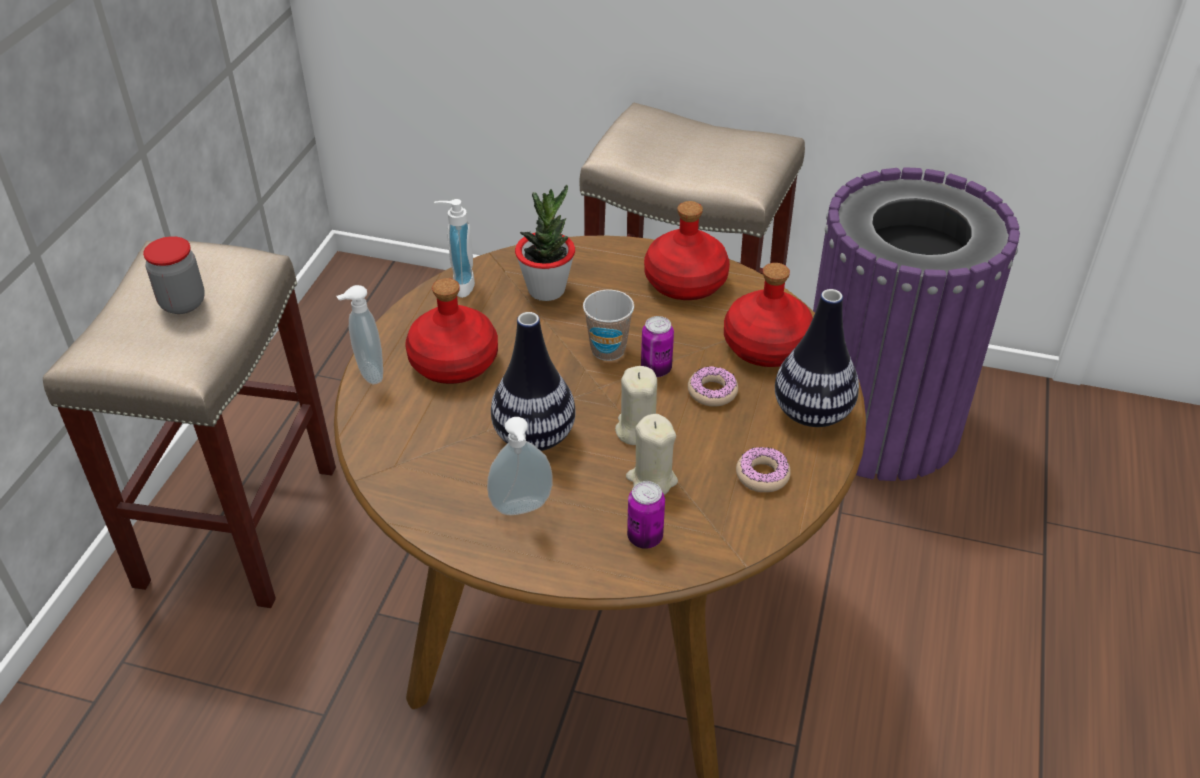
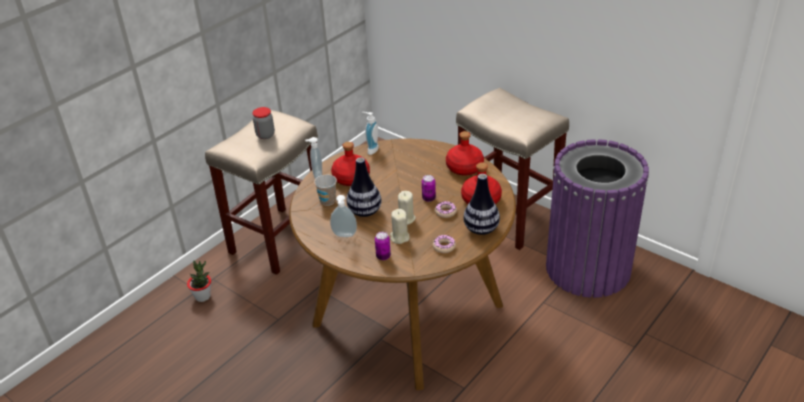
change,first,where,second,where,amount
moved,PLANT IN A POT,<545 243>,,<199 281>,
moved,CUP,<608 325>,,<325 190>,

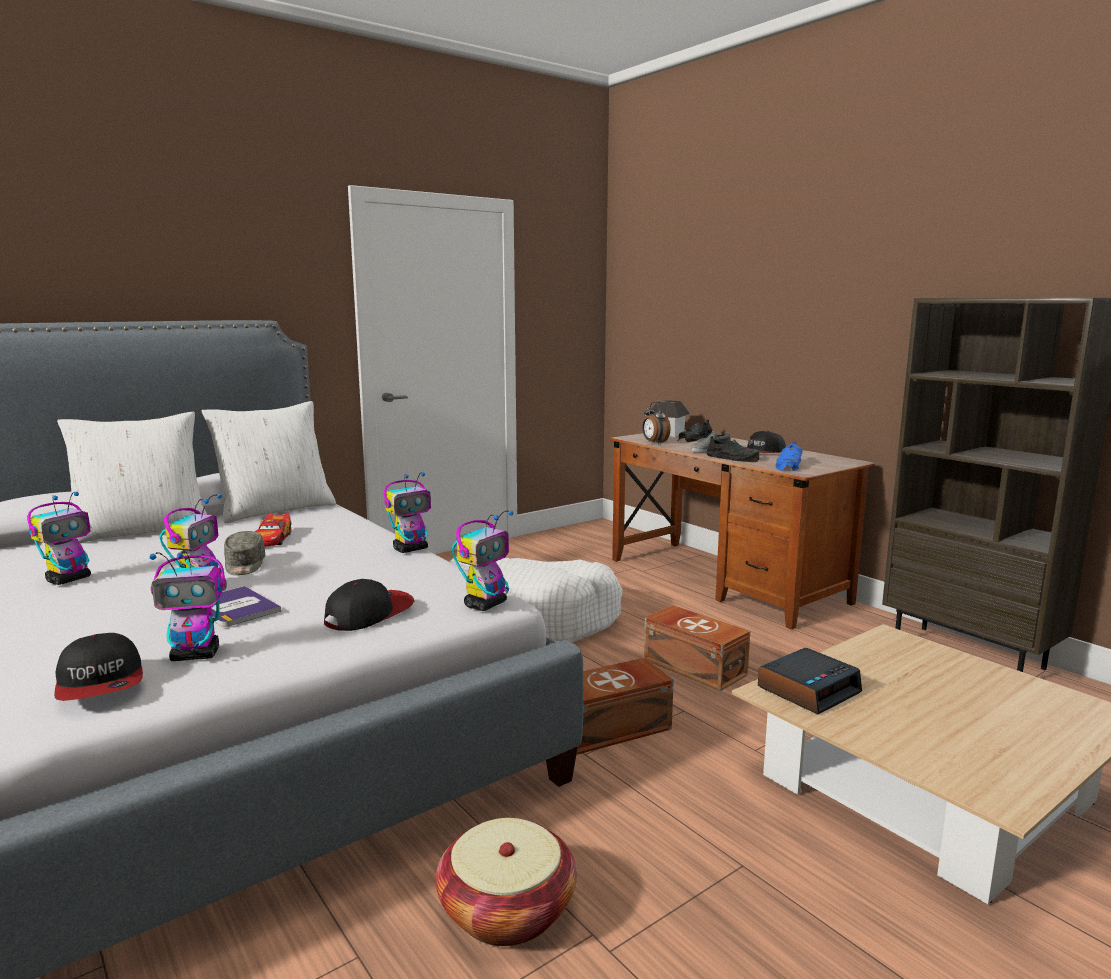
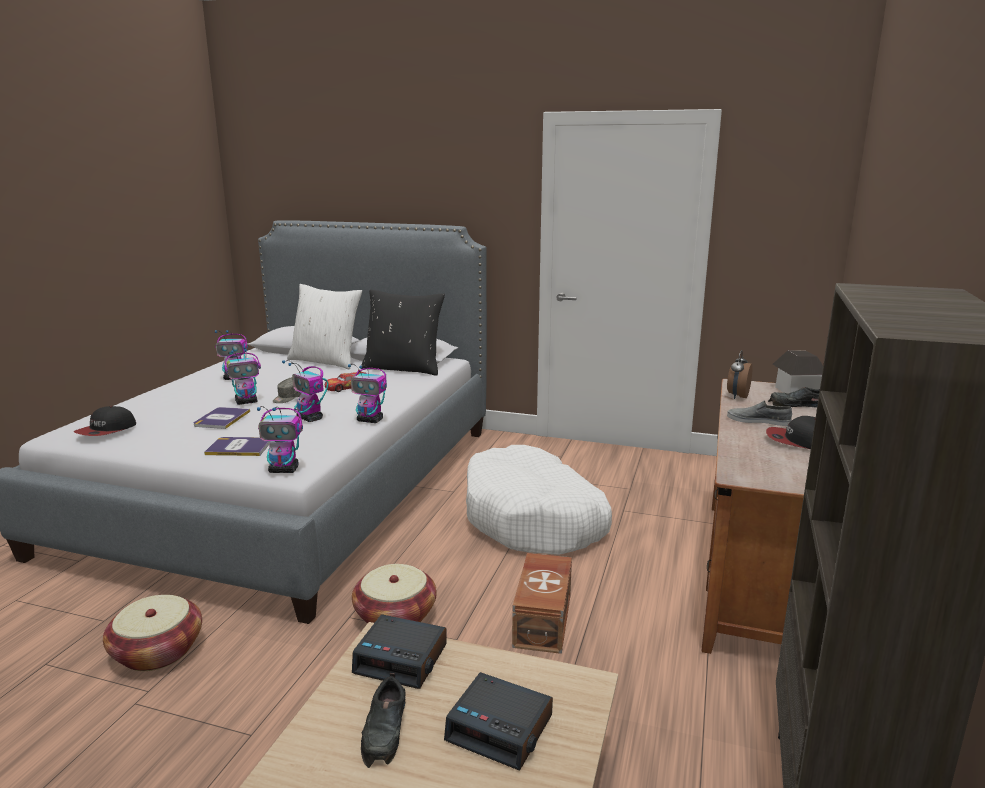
change,first,where,second,where,amount
moved,MODEL ROBOT,<188 606>,,<305 391>,
recoloured,WHITISH CUSHION,<269 462>,BLACK-COLOURED CUSHION,<403 333>,
replaced,PEAKED CAP,<369 605>,BOUND BOOK,<237 446>,
replaced,BROWNISH STORAGE BOX,<625 706>,STORAGE BASKET,<394 594>,
moved,BLACK-COLOURED ITEM OF FOOTWEAR,<732 449>,,<383 720>,
removed,BLUISH ITEM OF FOOTWEAR,<789 456>,,,
added,,,BEDSIDE CLOCK,<498 721>,

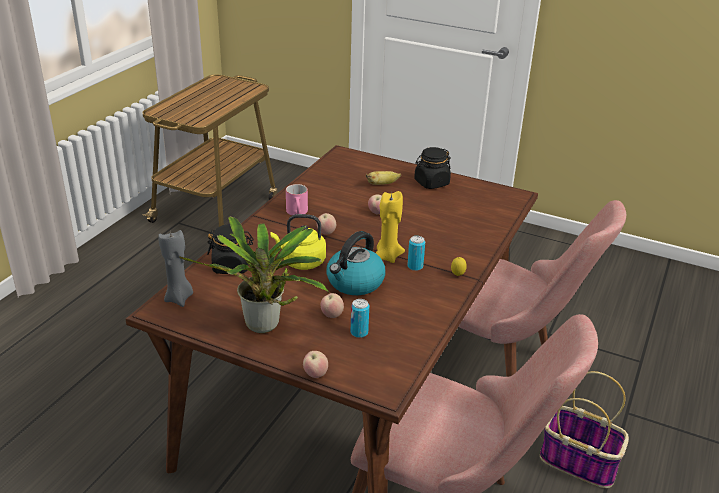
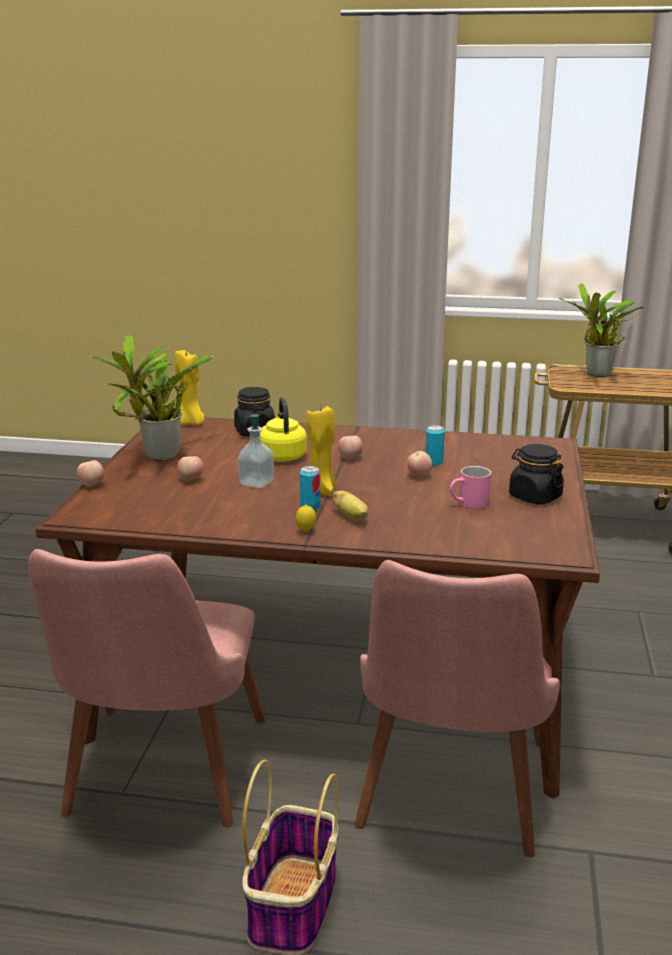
change,first,where,second,where,amount
recoloured,GRAY WAX LIGHT,<175 268>,YELLOW WAX LIGHT,<189 387>,
moved,PINKISH COFFEE MUG,<297 199>,,<471 487>,
replaced,KETTLE,<356 263>,LIQUID SOAP BOTTLE,<256 451>,
moved,SEALED CAN,<360 318>,,<435 445>,
moved,WHOLE BANANA,<383 178>,,<349 504>,
added,,,PLANT IN A POT,<601 330>,

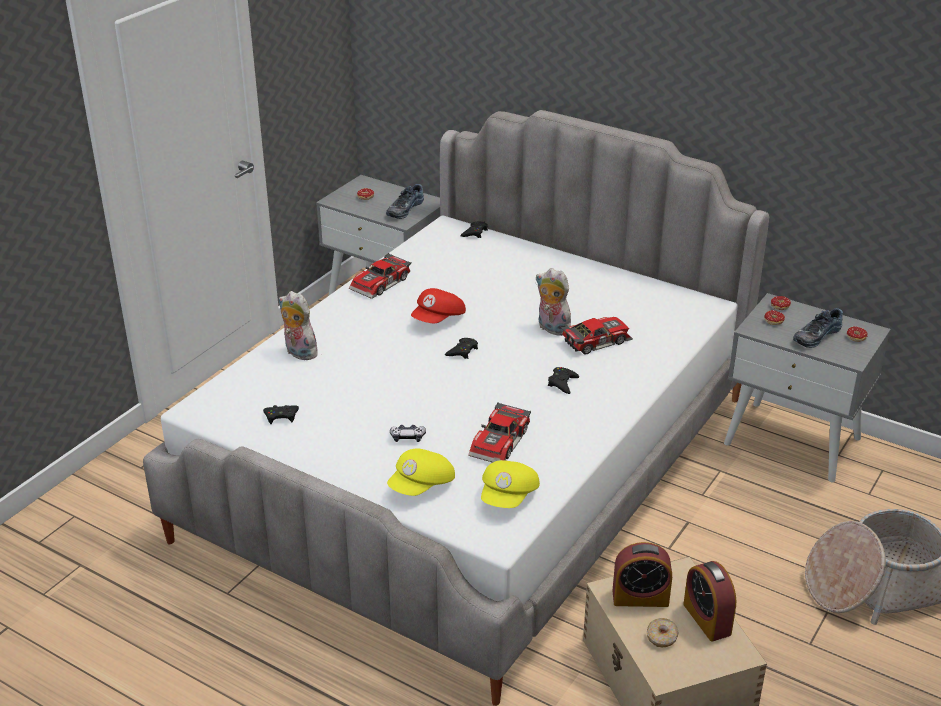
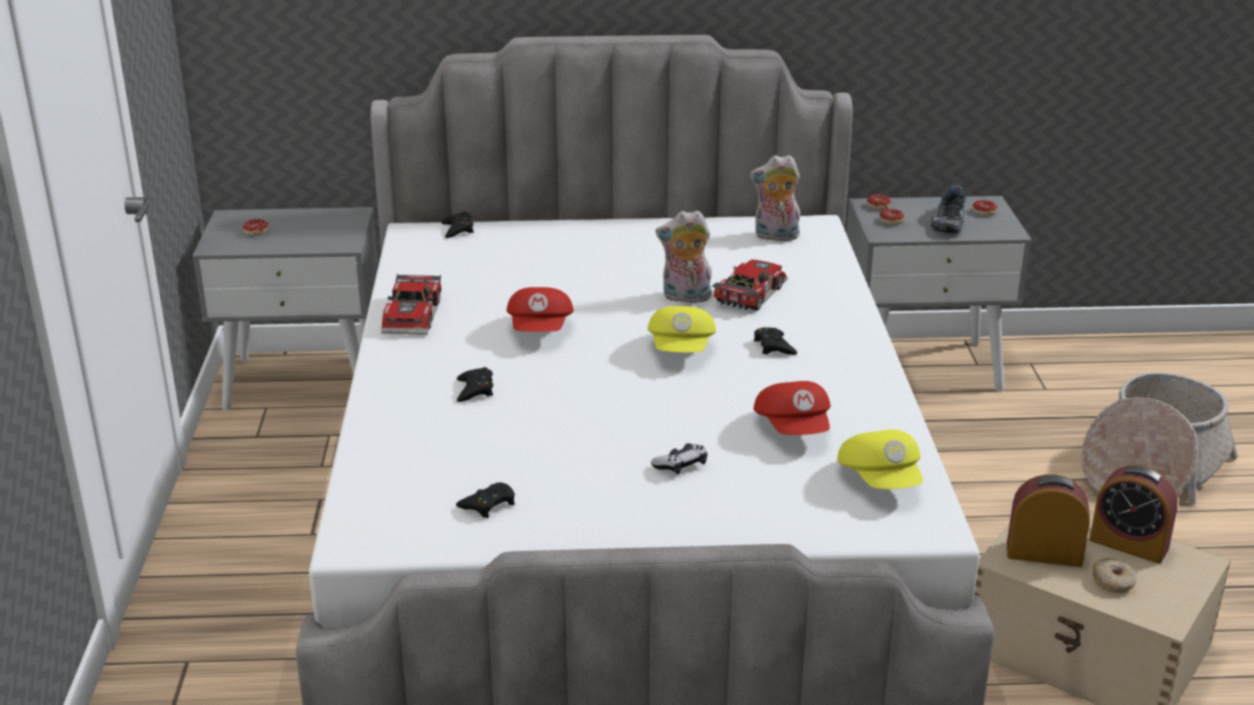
change,first,where,second,where,amount
moved,PLUSH TOY,<299 325>,,<775 198>,
removed,ITEM OF FOOTWEAR,<405 201>,,,
moved,YELLOW PEAKED CAP,<421 472>,,<682 329>,
moved,BLACK-COLOURED GAMEPAD,<461 348>,,<475 384>,
replaced,MINIATURE CAR,<499 432>,RED-COLOURED PEAKED CAP,<792 408>,
turned,BEDSIDE CLOCK,<642 574>,,<1048 520>,135 degrees counterclockwise

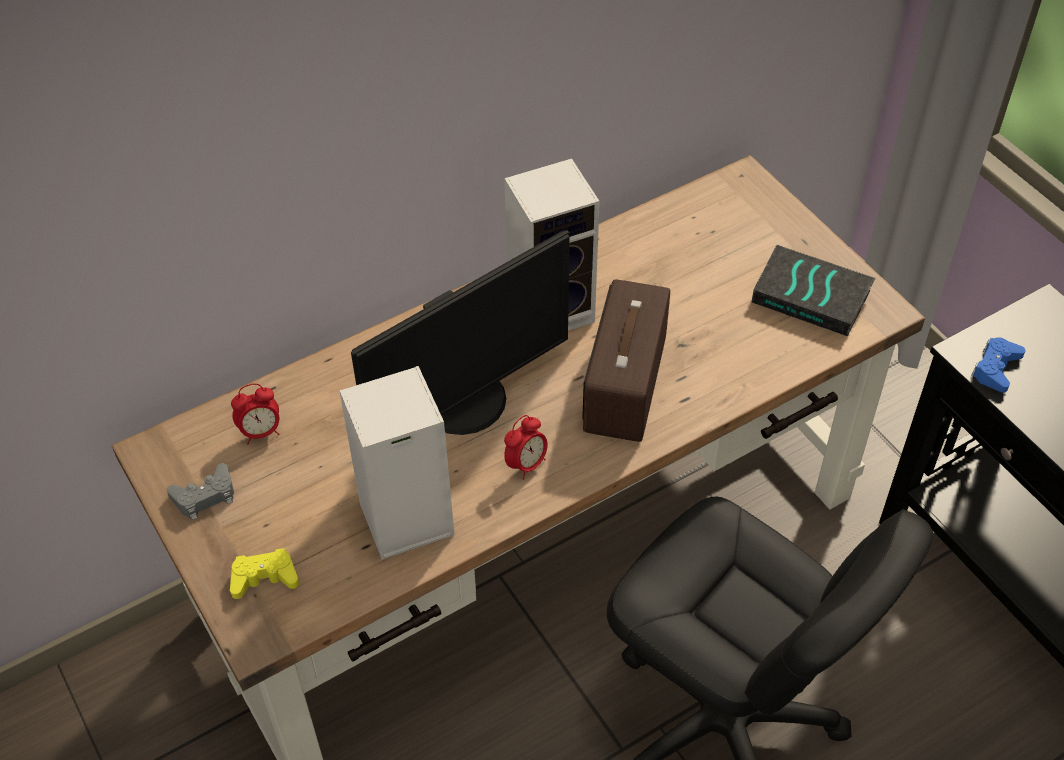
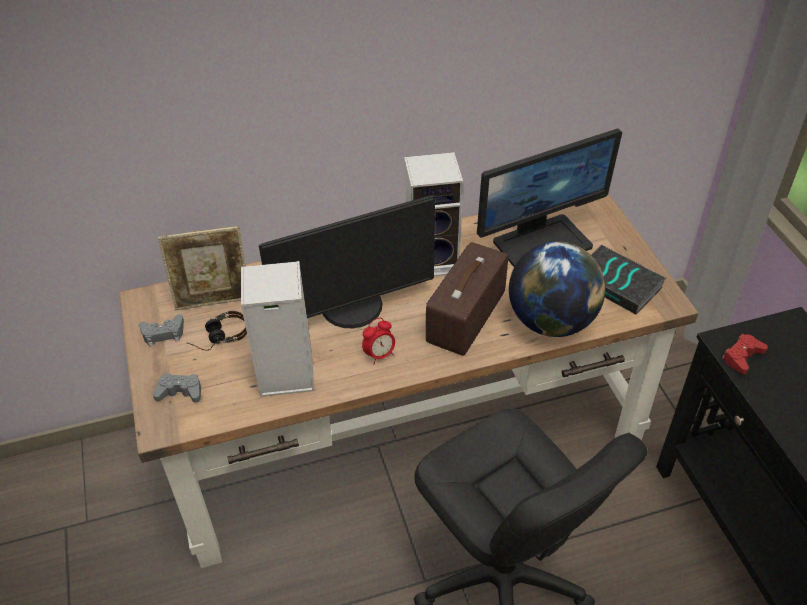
change,first,where,second,where,amount
recoloured,YELLOW GAMEPAD,<264 573>,GRAY GAMEPAD,<177 388>,
replaced,BEDSIDE CLOCK,<255 414>,PHOTO FRAME,<202 268>,
recoloured,BLUISH GAMEPAD,<998 365>,RED-COLOURED GAMEPAD,<745 354>,
added,,,HEADPHONES,<217 331>,
added,,,MONITOR,<549 197>,
added,,,DESK GLOBE,<557 289>,

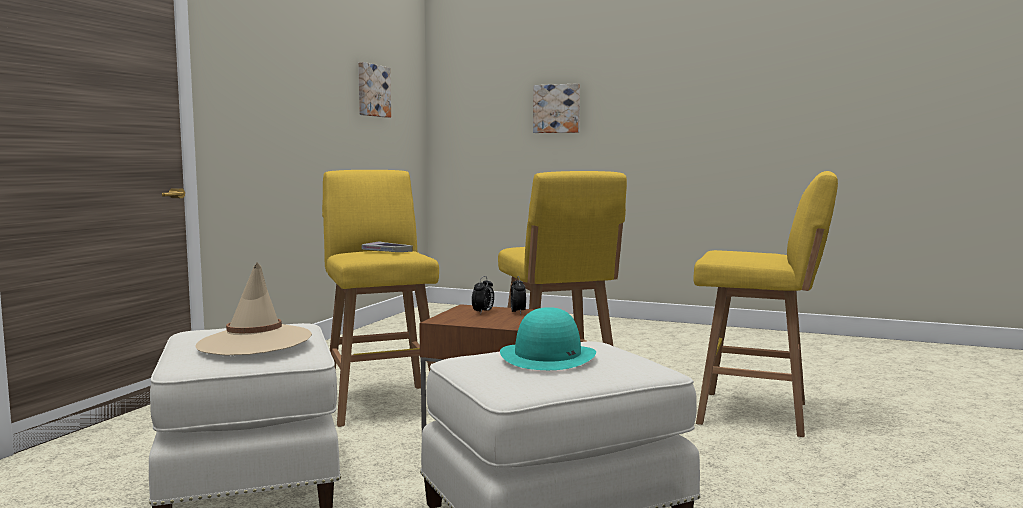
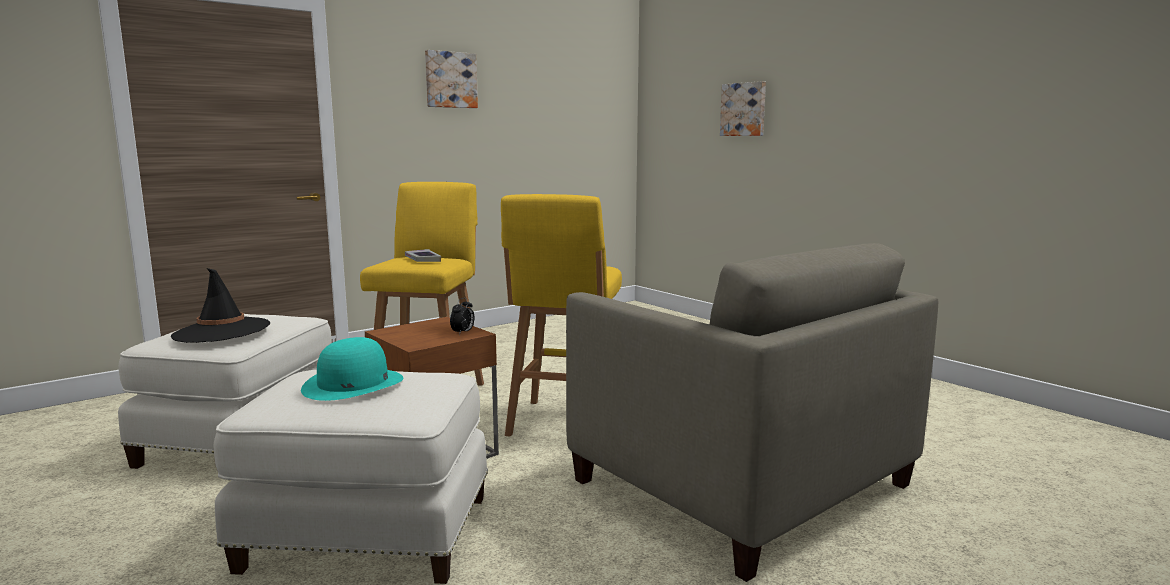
change,first,where,second,where,amount
recoloured,BEIGE WEARABLE HAT,<253 309>,BLACK-COLOURED WEARABLE HAT,<220 305>,
moved,PICTURE,<374 90>,,<451 79>,
removed,BEDSIDE CLOCK,<483 295>,,,
replaced,YELLOW STOOL,<765 304>,BEIGE EASY CHAIR,<752 412>,

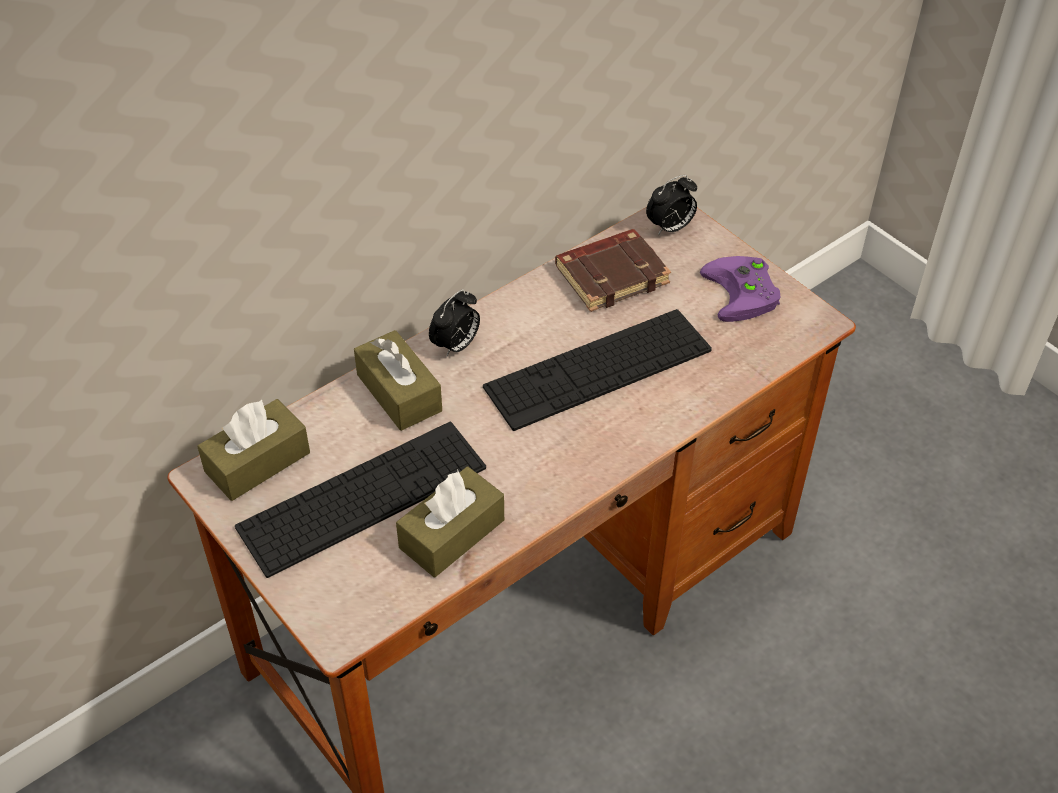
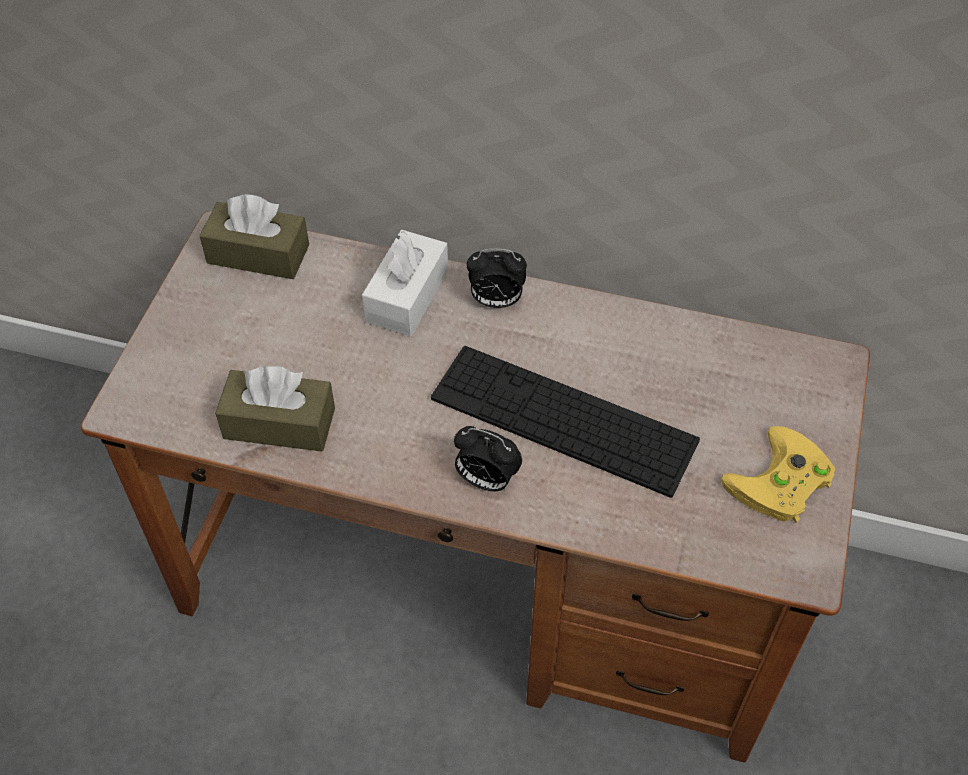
change,first,where,second,where,amount
removed,COMPUTER KEYBOARD,<360 500>,,,
recoloured,BROWNISH BOX OF TISSUES,<398 380>,WHITISH BOX OF TISSUES,<405 283>,
removed,BROWNISH BOUND BOOK,<613 270>,,,
moved,BEDSIDE CLOCK,<671 205>,,<488 458>,
recoloured,PURPLE-COLOURED GAMEPAD,<740 289>,YELLOW GAMEPAD,<778 474>,

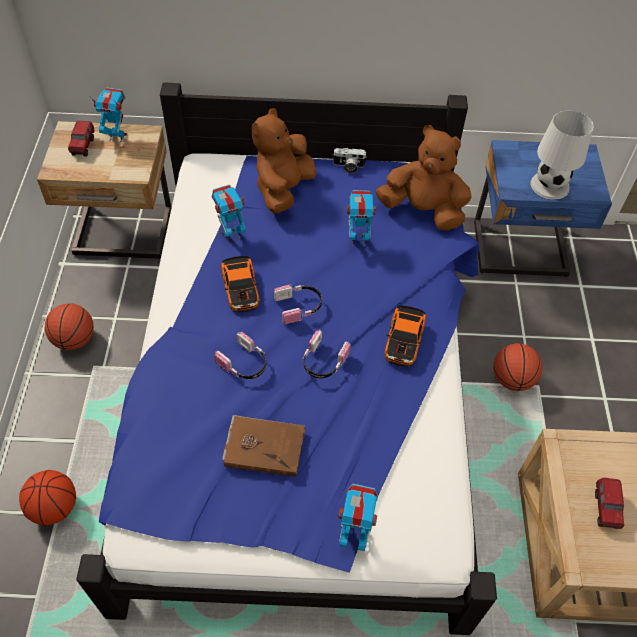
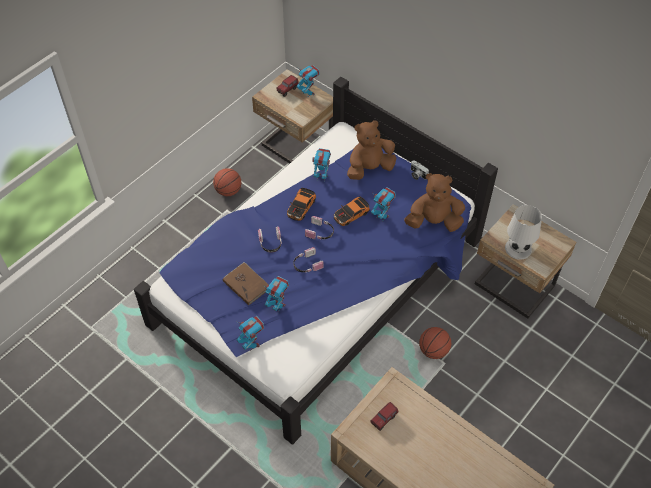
change,first,where,second,where,amount
removed,BALL FOR BASKETBALL,<47 498>,,,
turned,BROWNISH PLUSH TOY,<424 178>,,<434 202>,60 degrees counterclockwise
moved,MINIATURE CAR,<405 336>,,<352 211>,
recoloured,BLUISH BEDSIDE TABLE,<543 208>,BEIGE BEDSIDE TABLE,<525 261>,
added,,,MODEL ROBOT,<276 294>,

